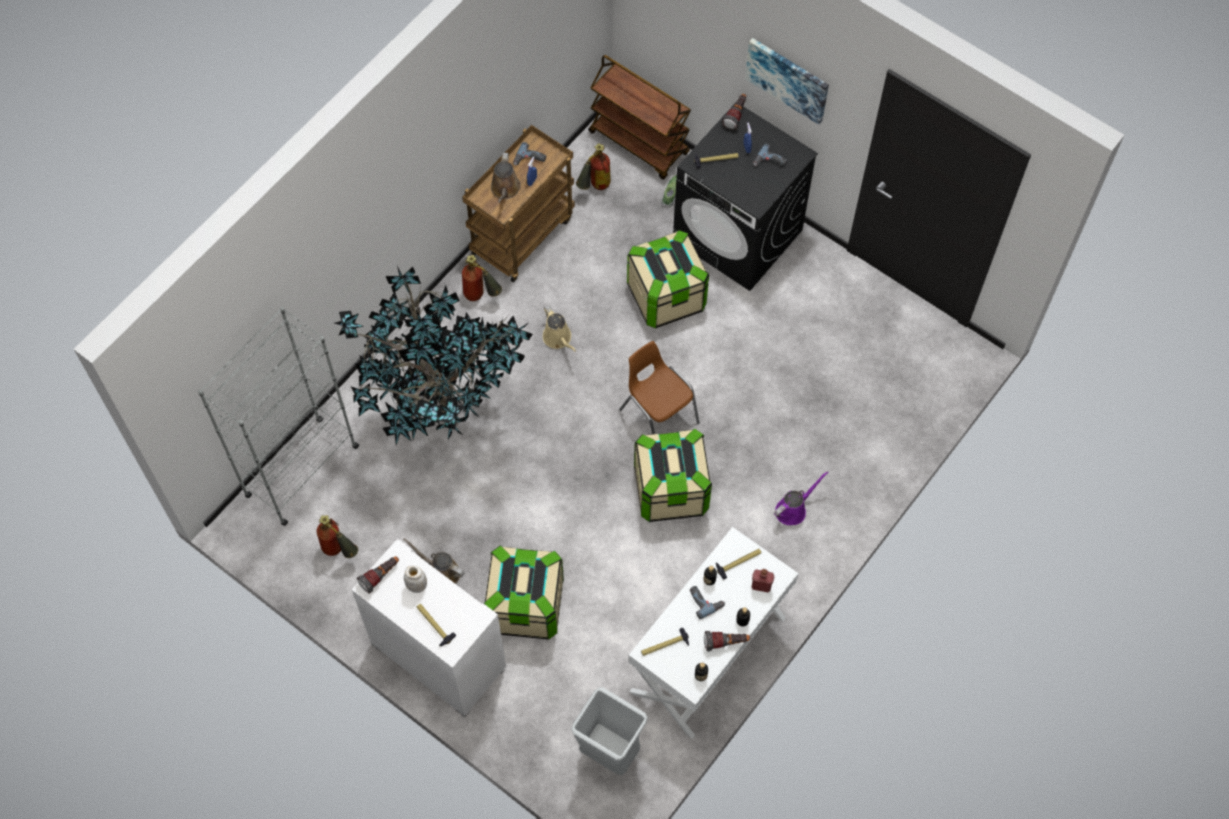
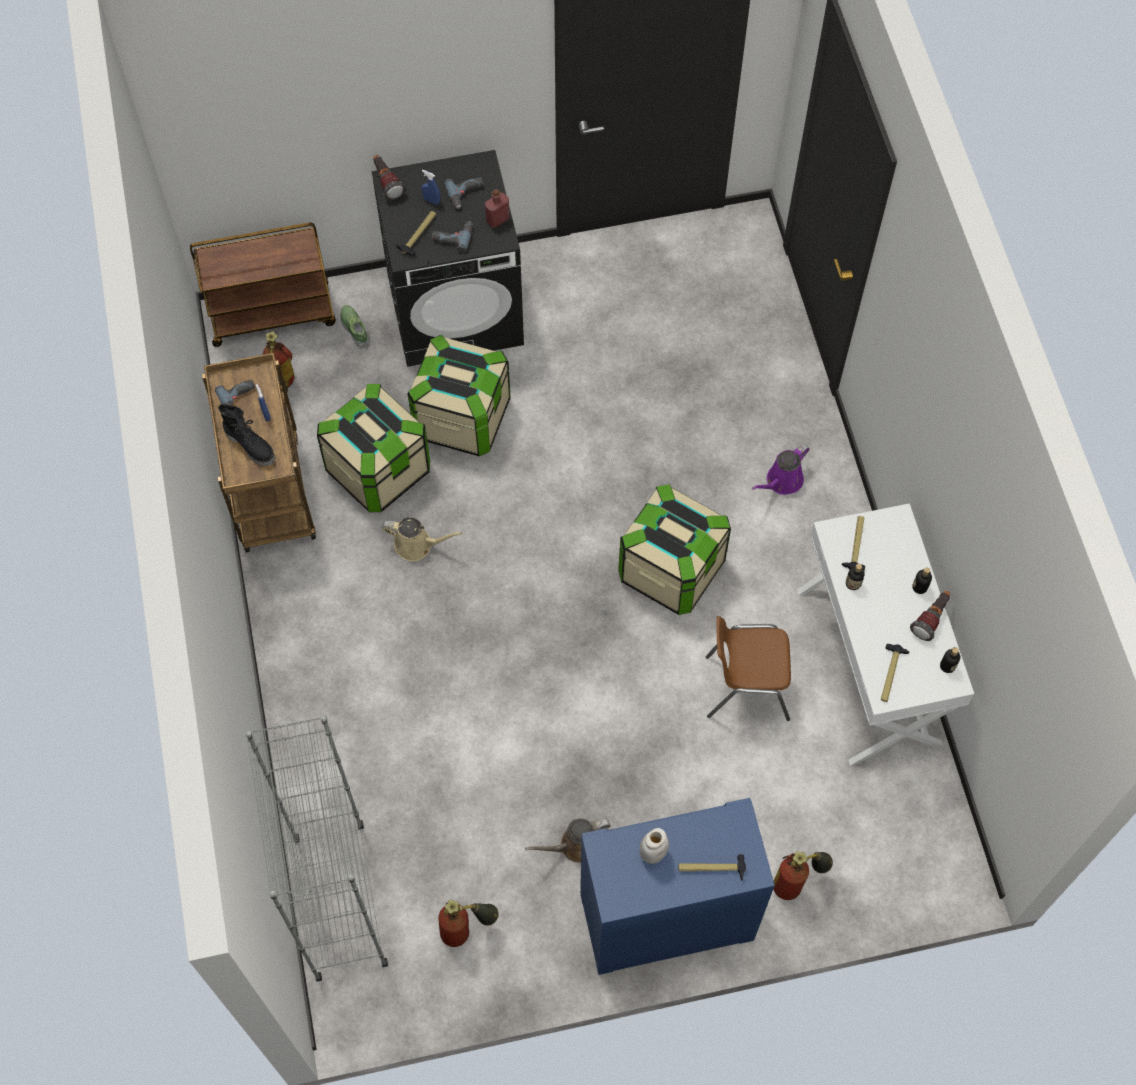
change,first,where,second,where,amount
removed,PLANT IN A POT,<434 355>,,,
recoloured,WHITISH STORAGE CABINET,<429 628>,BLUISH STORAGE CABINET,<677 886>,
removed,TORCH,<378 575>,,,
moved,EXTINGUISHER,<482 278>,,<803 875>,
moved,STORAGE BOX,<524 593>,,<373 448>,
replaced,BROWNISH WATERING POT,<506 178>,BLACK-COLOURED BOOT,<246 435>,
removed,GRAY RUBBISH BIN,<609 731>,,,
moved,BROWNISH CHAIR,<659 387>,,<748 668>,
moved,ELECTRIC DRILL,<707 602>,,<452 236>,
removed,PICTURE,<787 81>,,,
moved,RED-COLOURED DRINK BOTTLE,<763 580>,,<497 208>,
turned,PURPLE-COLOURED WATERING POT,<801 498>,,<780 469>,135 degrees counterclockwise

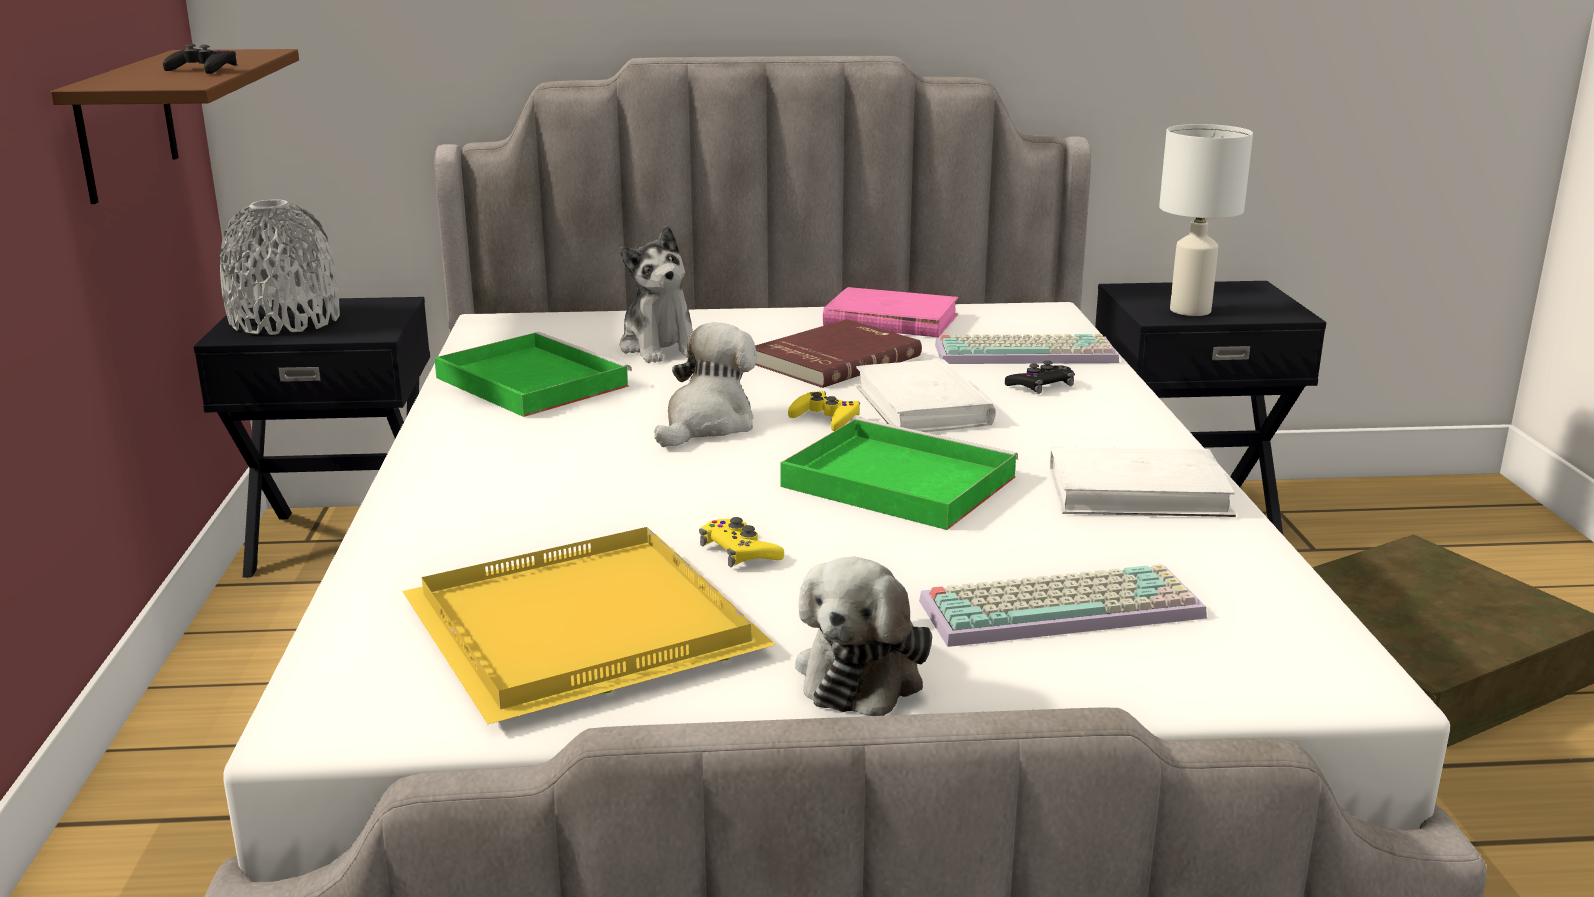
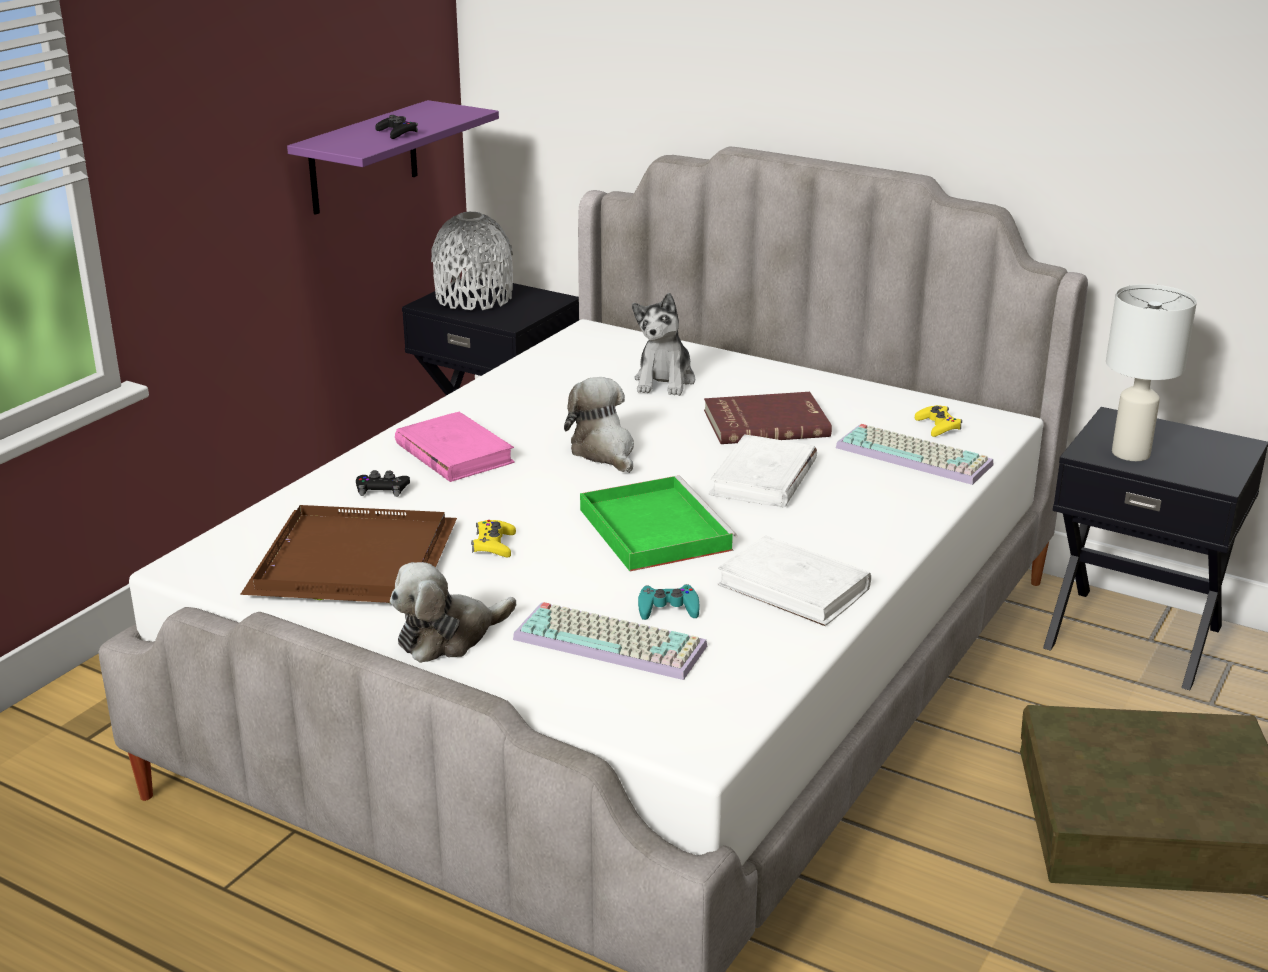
change,first,where,second,where,amount
recoloured,BROWNISH BRACKET SHELF,<175 126>,PURPLE-COLOURED BRACKET SHELF,<393 157>,
recoloured,YELLOW SERVING TRAY,<589 625>,BROWNISH SERVING TRAY,<348 554>,
removed,GREEN SERVING TRAY,<533 374>,,,
turned,PLUSH TOY,<706 384>,,<599 425>,90 degrees counterclockwise
moved,YELLOW GAMEPAD,<824 411>,,<938 421>,
moved,PINKISH BOUND BOOK,<890 312>,,<455 447>,
moved,BLACK-COLOURED GAMEPAD,<1040 377>,,<383 483>,
added,,,TURQUOISE GAMEPAD,<668 602>,

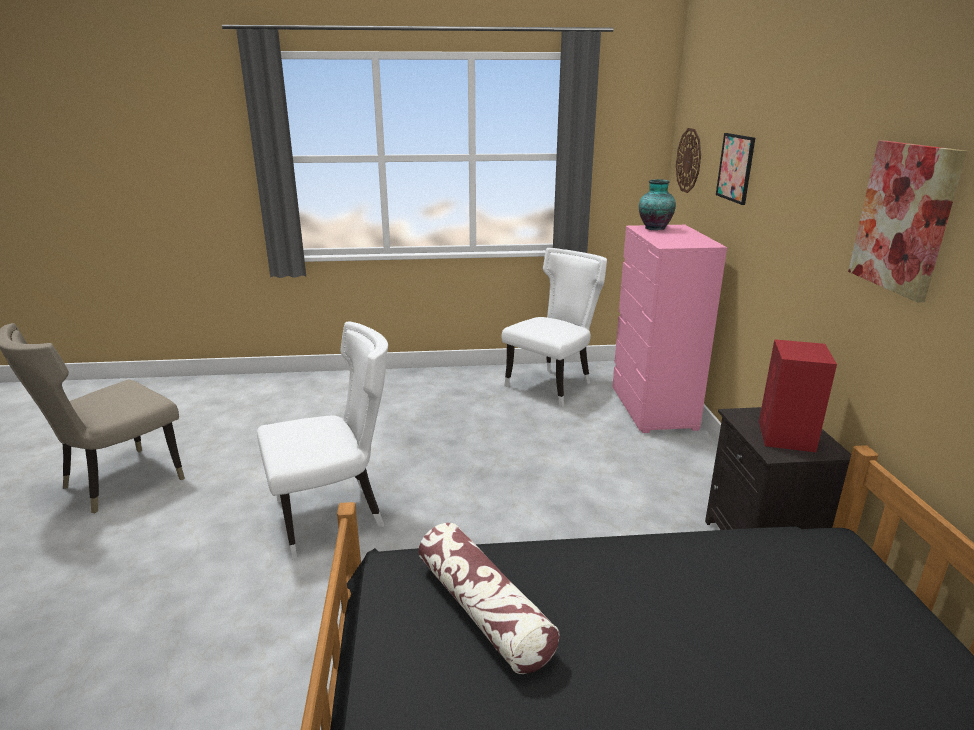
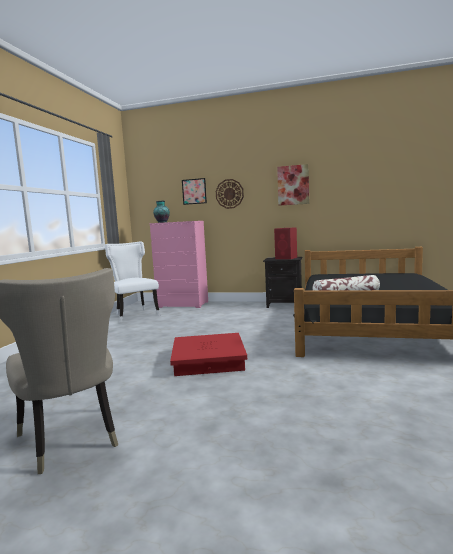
change,first,where,second,where,amount
replaced,WHITISH CHAIR,<322 440>,RED-COLOURED STORAGE BOX,<208 354>,
moved,HANGING CLOCK,<688 160>,,<230 194>,

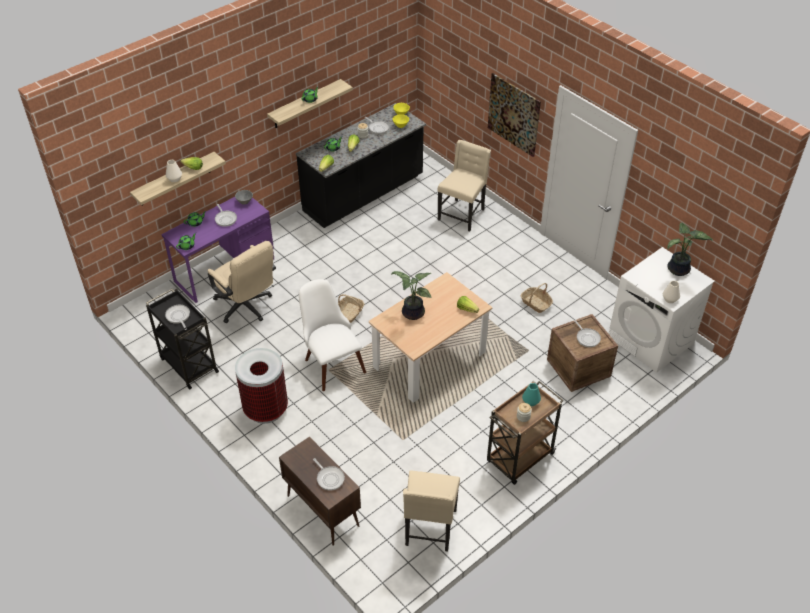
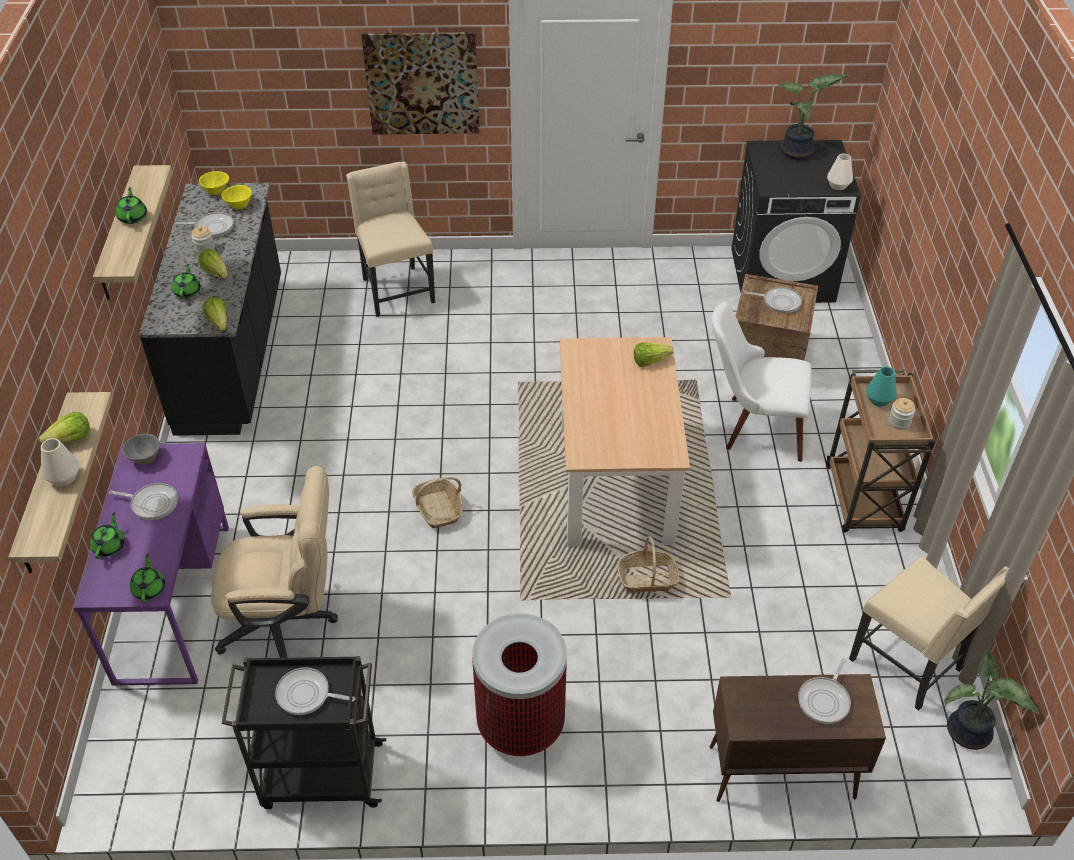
change,first,where,second,where,amount
moved,WHITISH CHAIR,<332 335>,,<762 381>,
turned,FRYING PAN,<329 474>,,<824 691>,120 degrees clockwise
moved,PLANT IN A POT,<411 295>,,<991 700>,
moved,STORAGE BASKET,<537 298>,,<648 564>,
recoloured,WHITISH LAUNDRY MACHINE,<661 310>,BLACK-COLOURED LAUNDRY MACHINE,<796 221>,

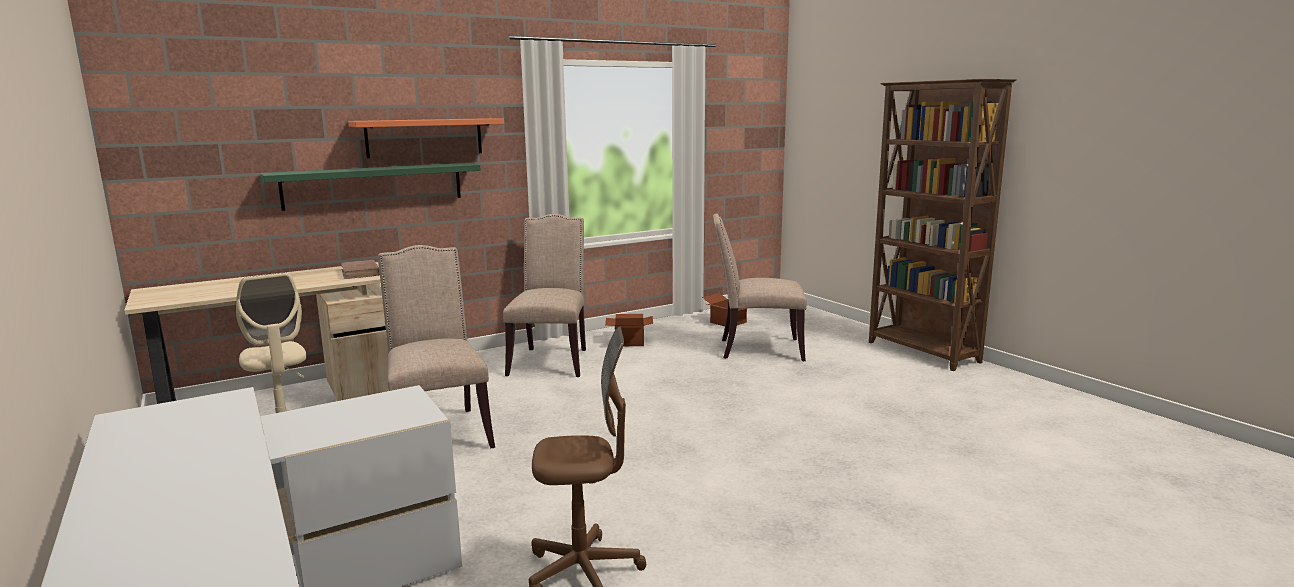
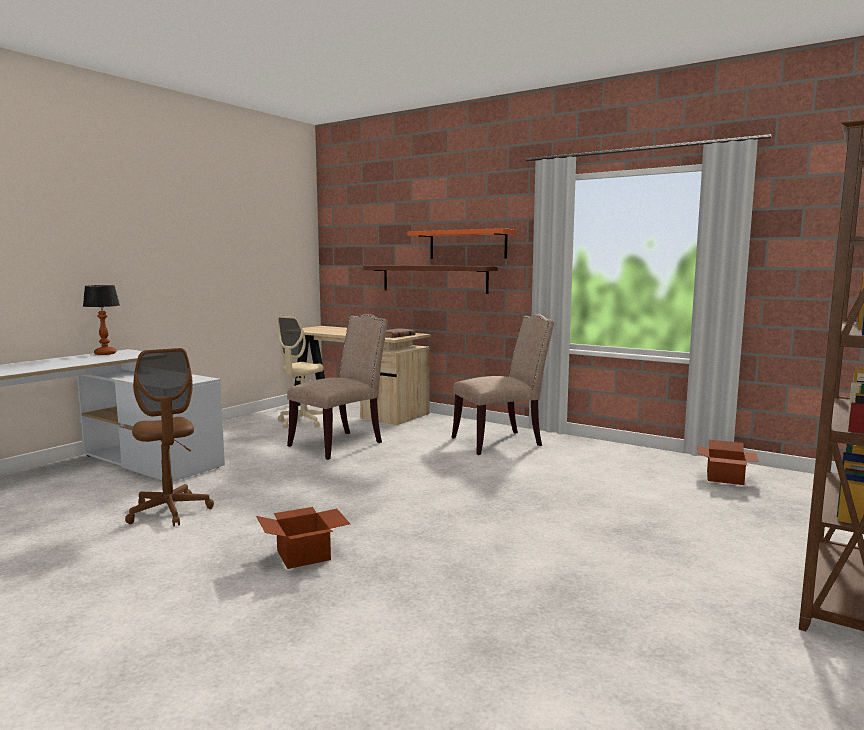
change,first,where,second,where,amount
recoloured,GREEN BRACKET SHELF,<371 187>,BROWNISH BRACKET SHELF,<431 280>,
moved,CARTON,<629 330>,,<303 538>,
removed,BEIGE CHAIR,<760 287>,,,
added,,,TABLE LAMP,<101 320>,

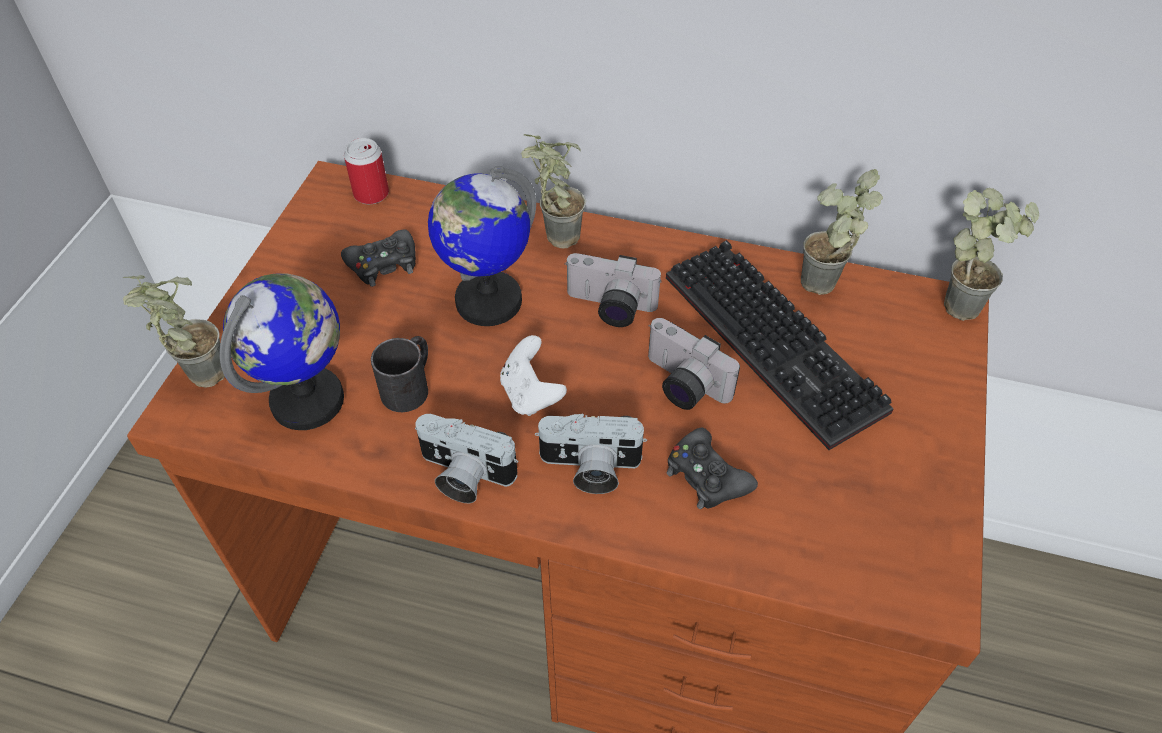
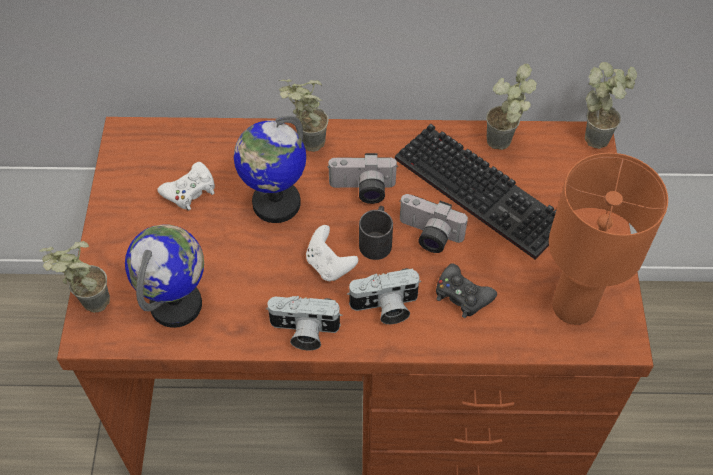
change,first,where,second,where,amount
recoloured,BLACK-COLOURED GAMEPAD,<378 258>,WHITISH GAMEPAD,<186 186>,
removed,SEALED CAN,<366 171>,,,
moved,BLACK-COLOURED COFFEE MUG,<399 374>,,<376 233>,
added,,,ORANGE TABLE LAMP,<608 239>,

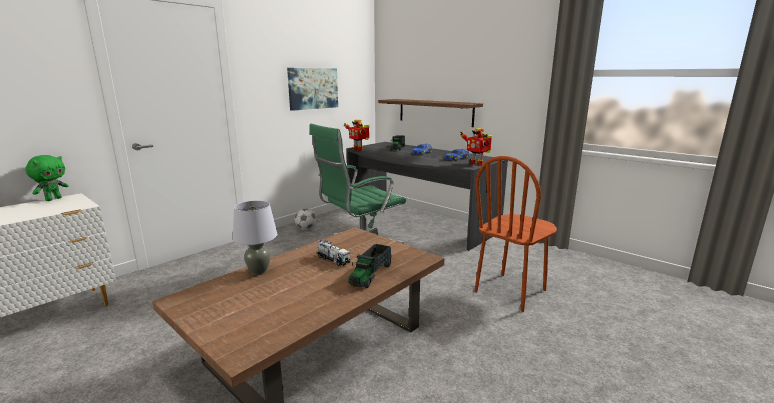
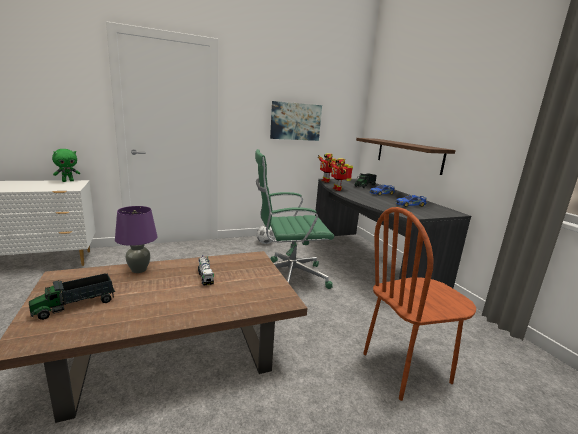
change,first,where,second,where,amount
recoloured,GRAY TABLE LAMP,<255 238>,PURPLE-COLOURED TABLE LAMP,<136 239>,
moved,MODEL TRUCK,<370 266>,,<72 296>,
moved,MODEL ROBOT,<476 147>,,<341 174>,

